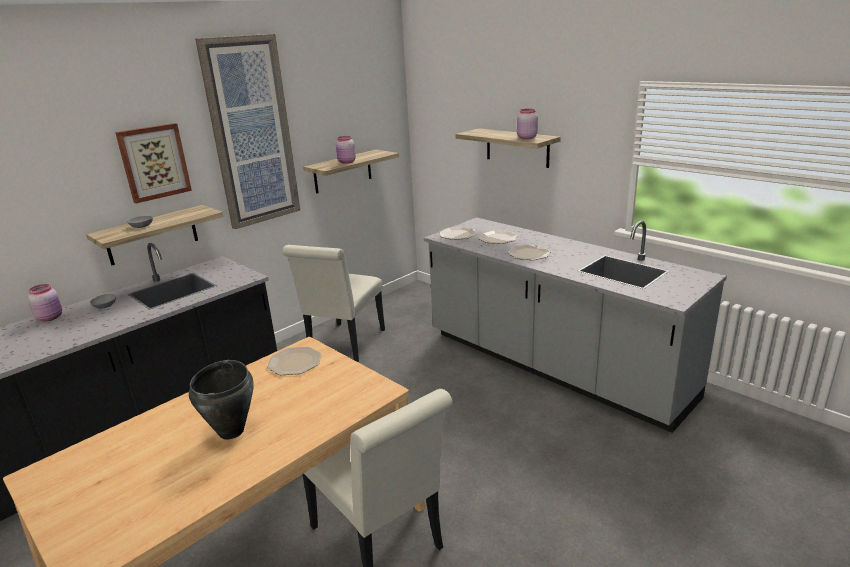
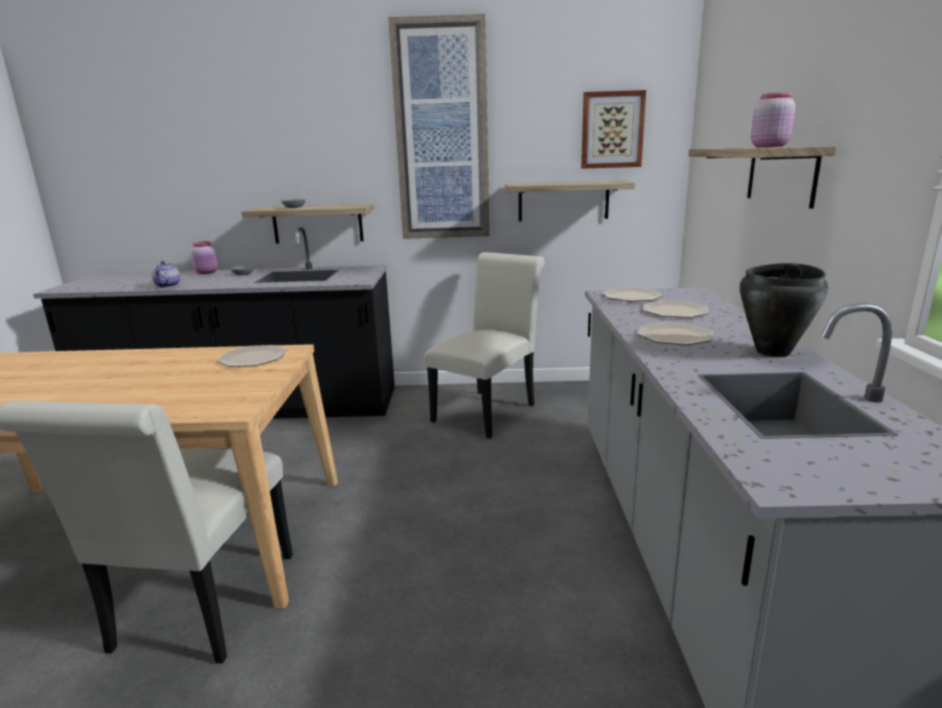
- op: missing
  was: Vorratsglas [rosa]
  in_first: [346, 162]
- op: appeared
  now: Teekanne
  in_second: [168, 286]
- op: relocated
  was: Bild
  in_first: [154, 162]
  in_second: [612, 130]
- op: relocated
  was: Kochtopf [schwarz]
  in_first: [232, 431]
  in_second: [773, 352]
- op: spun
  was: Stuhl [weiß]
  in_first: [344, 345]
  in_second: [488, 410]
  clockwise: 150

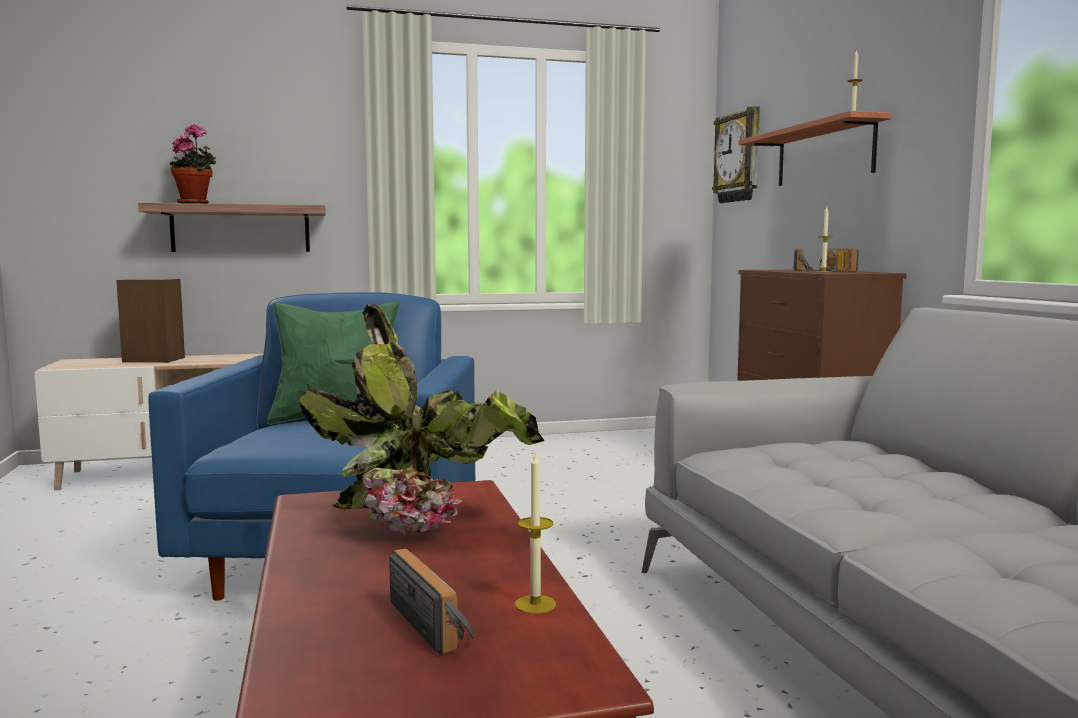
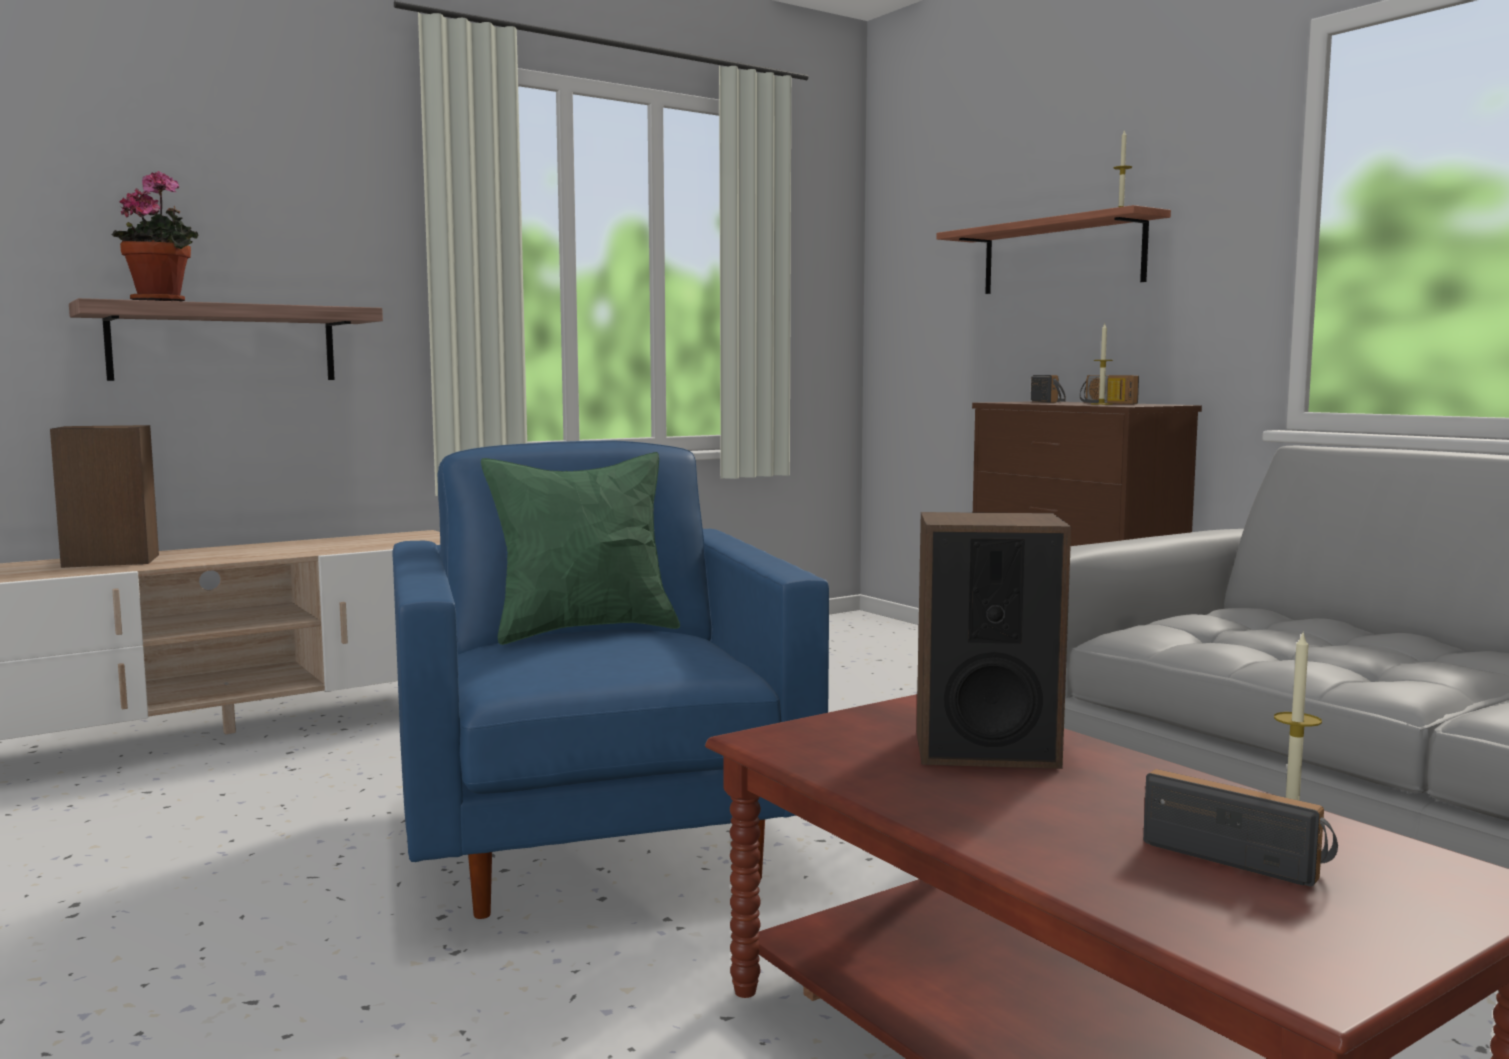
- op: missing
  was: Wanduhr
  in_first: [739, 157]
- op: exchanged
  was: Topfpflanze
  now: Lautsprecher
  in_first: [429, 524]
  in_second: [985, 749]

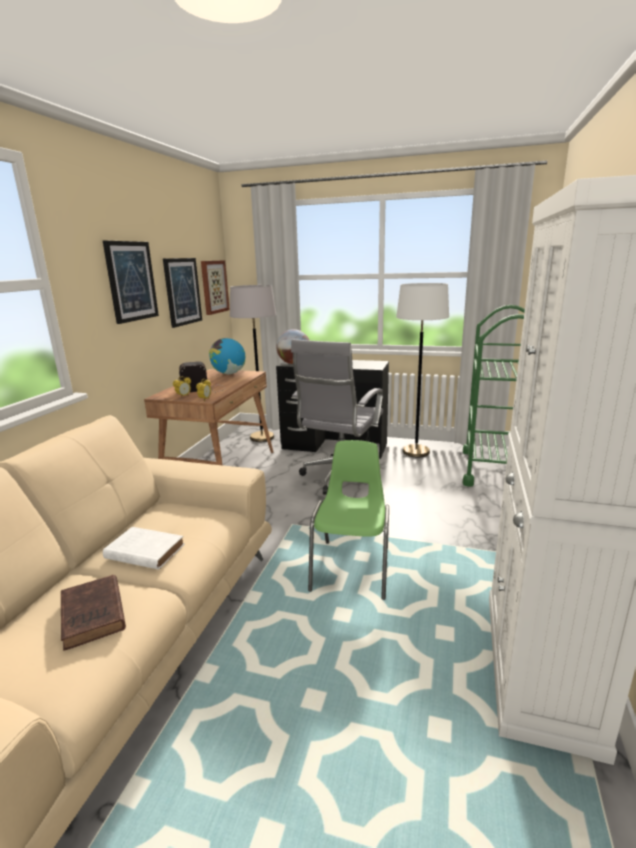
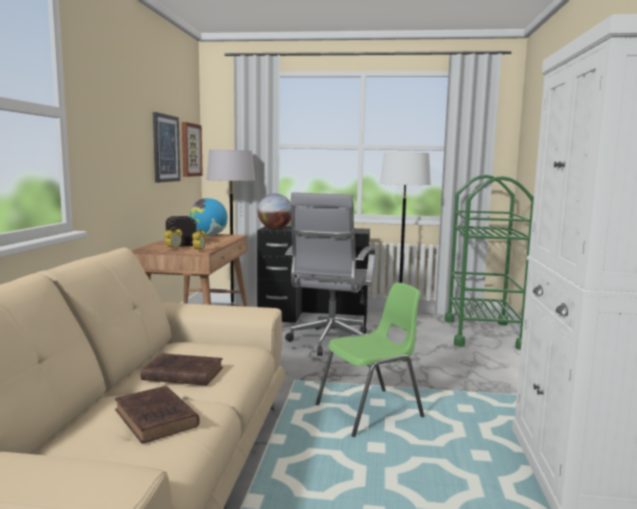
- op: missing
  was: Bild
  in_first: [131, 281]
- op: colour
  was: Buch [weiß]
  now: Buch [braun]
  in_first: [143, 551]
  in_second: [181, 374]
- op: spun
  was: Stuhl [grün]
  in_first: [352, 568]
  in_second: [371, 412]
  clockwise: 60

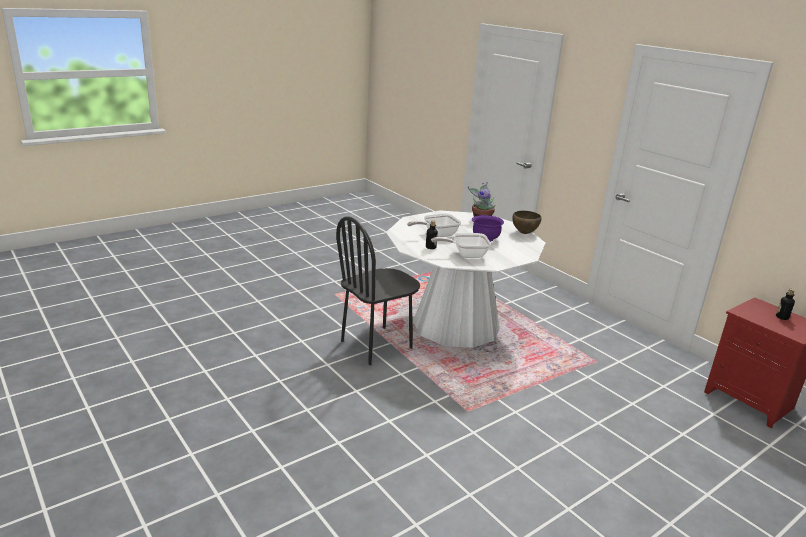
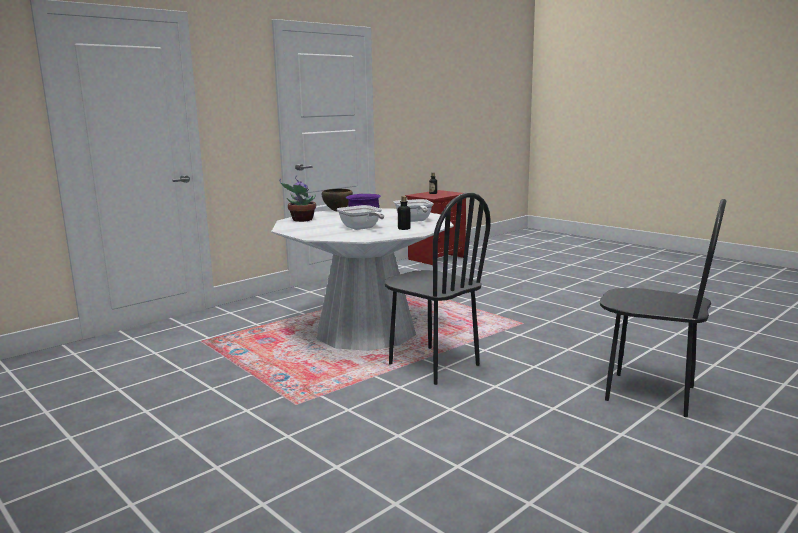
- op: appeared
  now: Stuhl [schwarz]
  in_second: [650, 394]

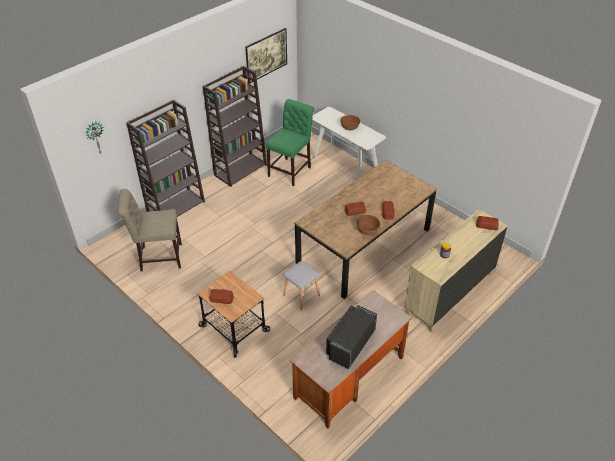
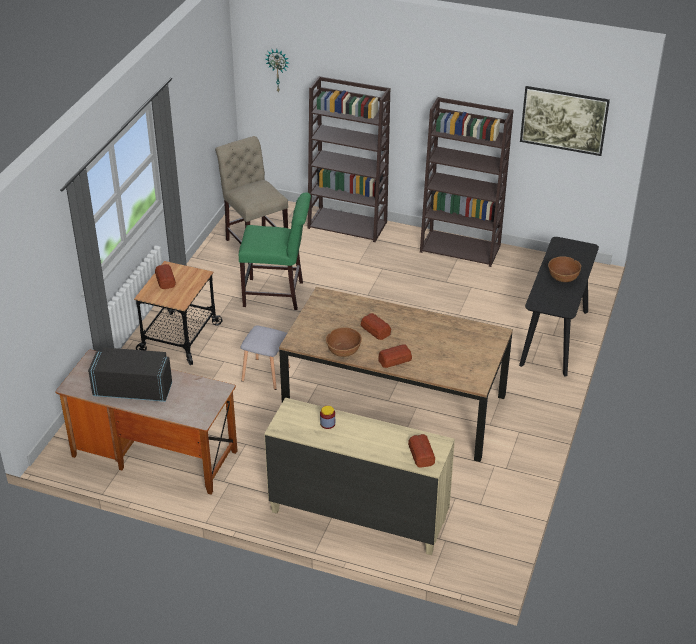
- op: relocated
  was: Stuhl [grün]
  in_first: [291, 170]
  in_second: [277, 294]
- op: colour
  was: Konsolentisch [weiß]
  now: Konsolentisch [schwarz]
  in_first: [345, 165]
  in_second: [555, 338]

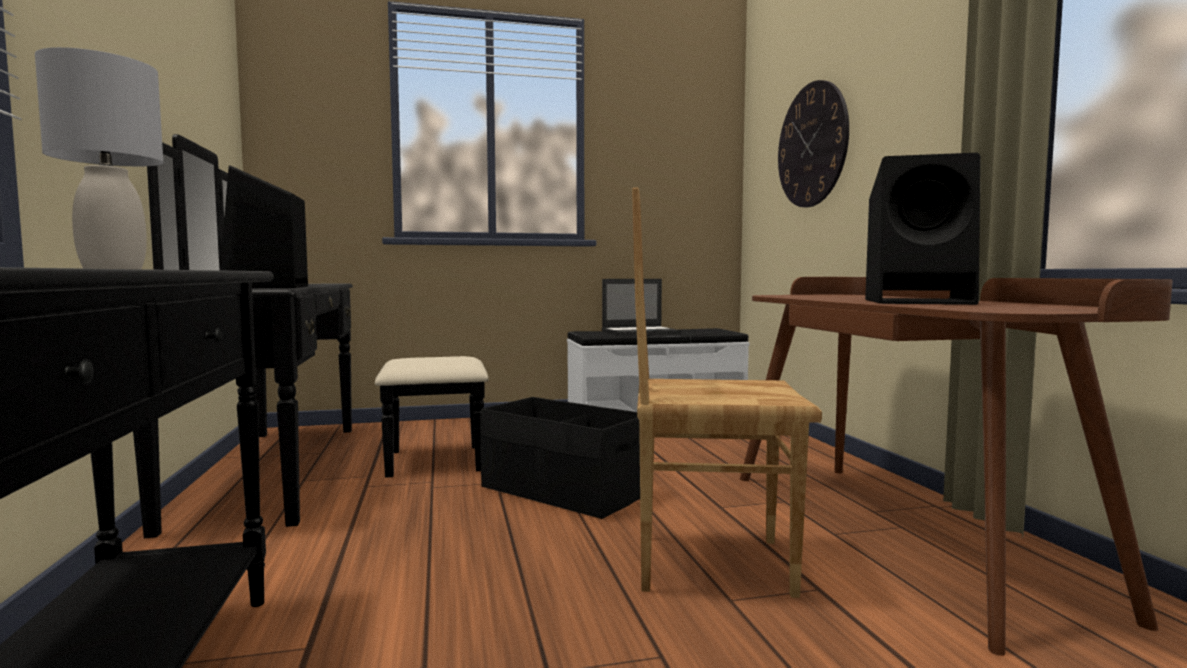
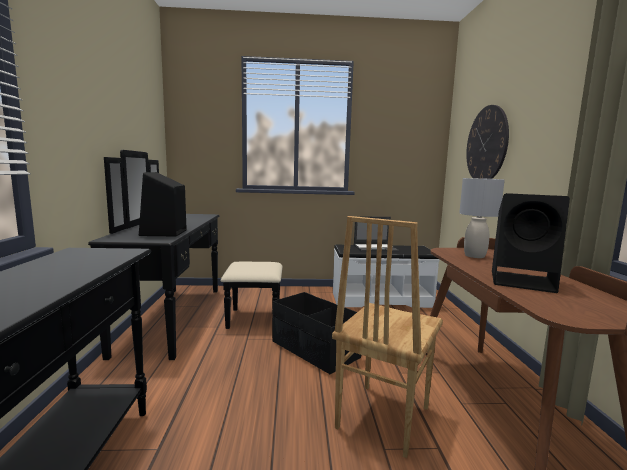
- op: relocated
  was: Tischlampe [grau]
  in_first: [113, 270]
  in_second: [474, 256]
- op: spun
  was: Stuhl [braun]
  in_first: [710, 562]
  in_second: [381, 417]
  clockwise: -75

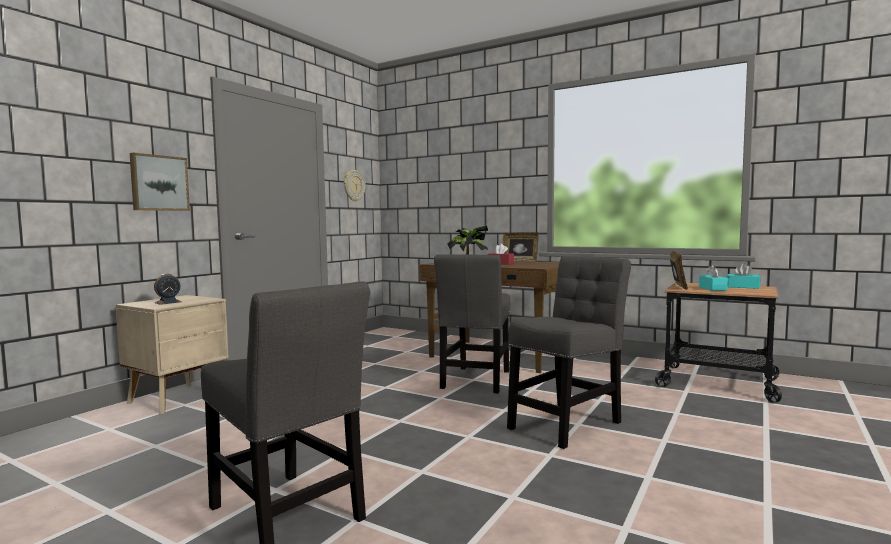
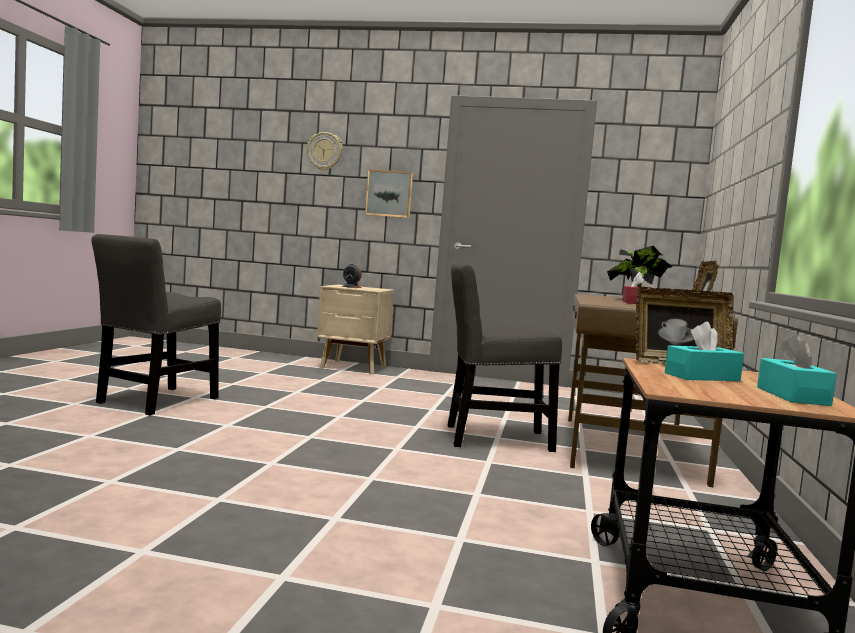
- op: missing
  was: Stuhl [grau]
  in_first: [567, 423]
- op: relocated
  was: Wanduhr
  in_first: [353, 186]
  in_second: [324, 151]

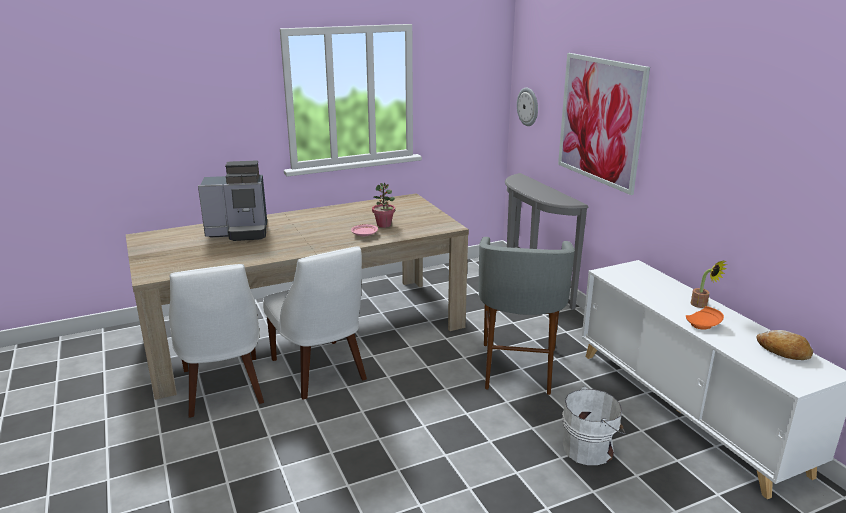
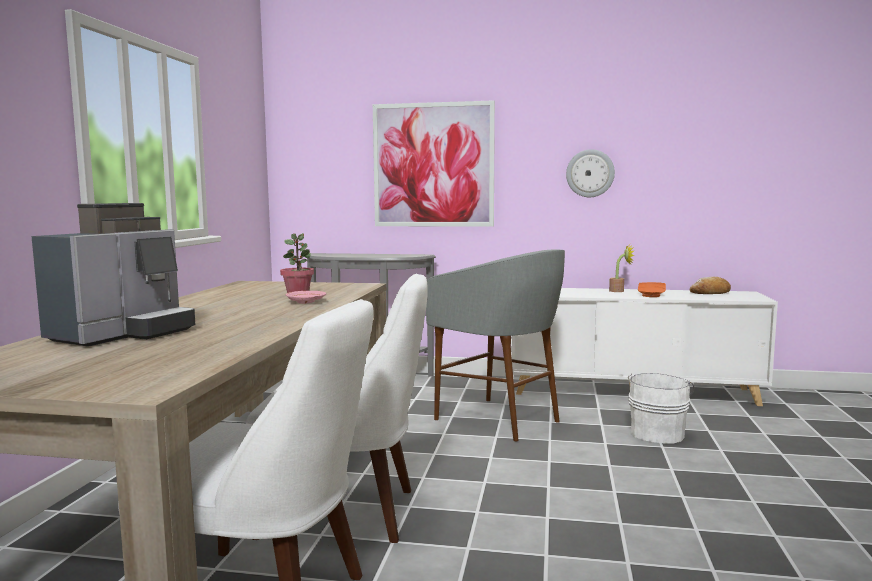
- op: relocated
  was: Wanduhr
  in_first: [528, 106]
  in_second: [590, 173]

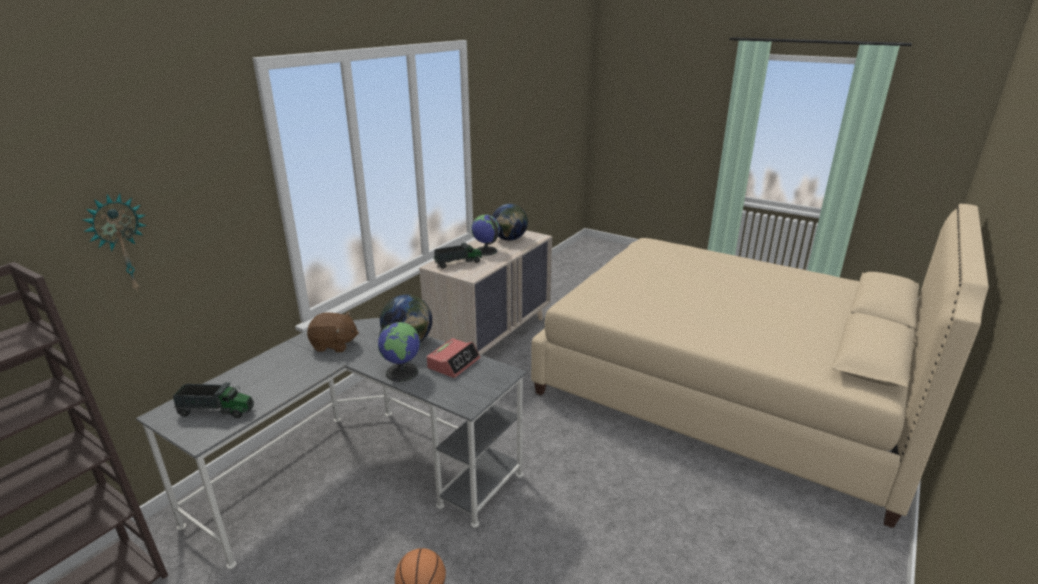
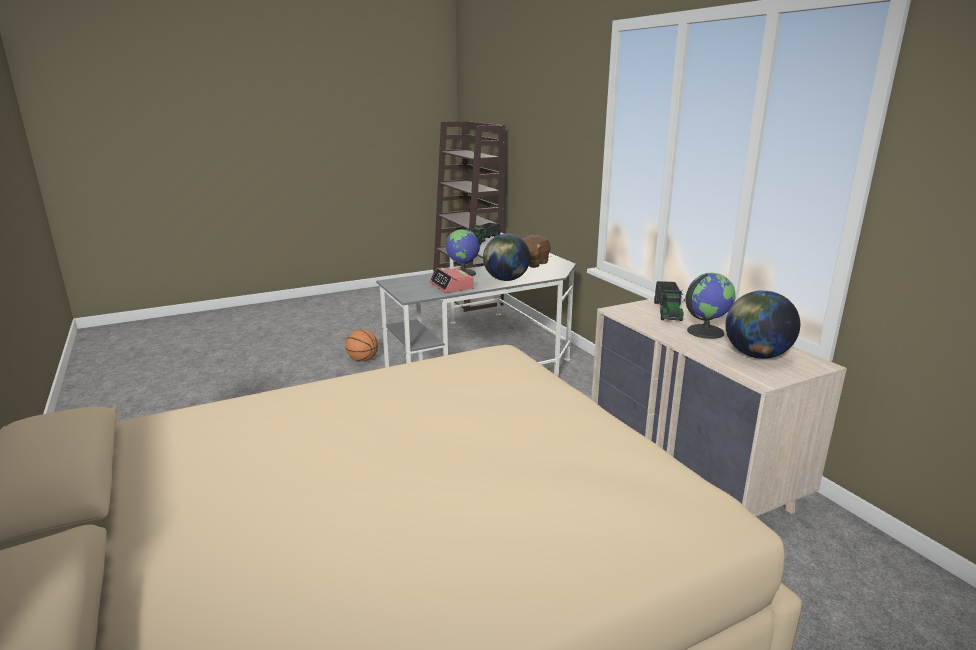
- op: missing
  was: Wanduhr
  in_first: [120, 244]

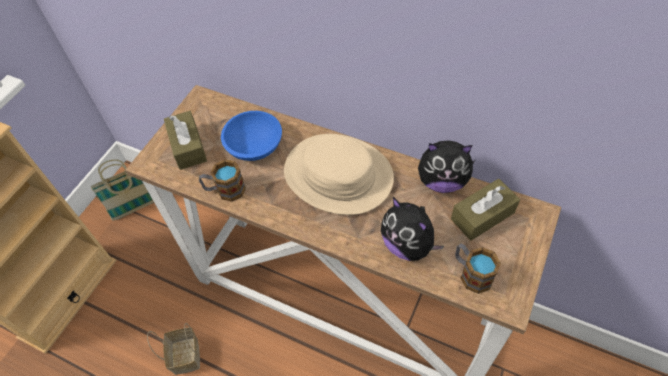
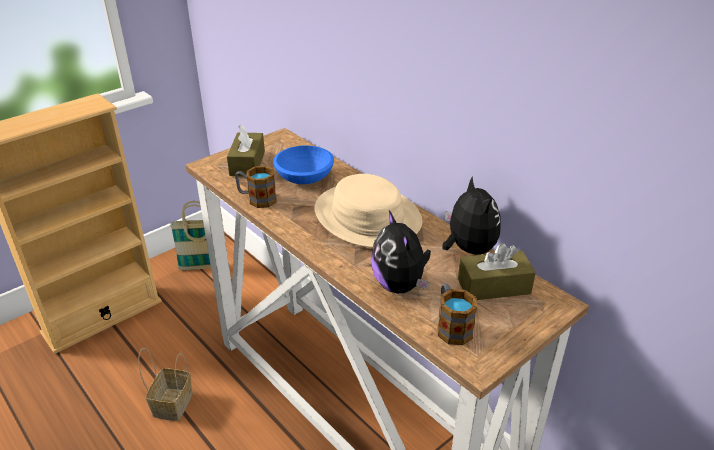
- op: spun
  was: Plüschtier
  in_first: [442, 181]
  in_second: [468, 249]
  clockwise: -135

